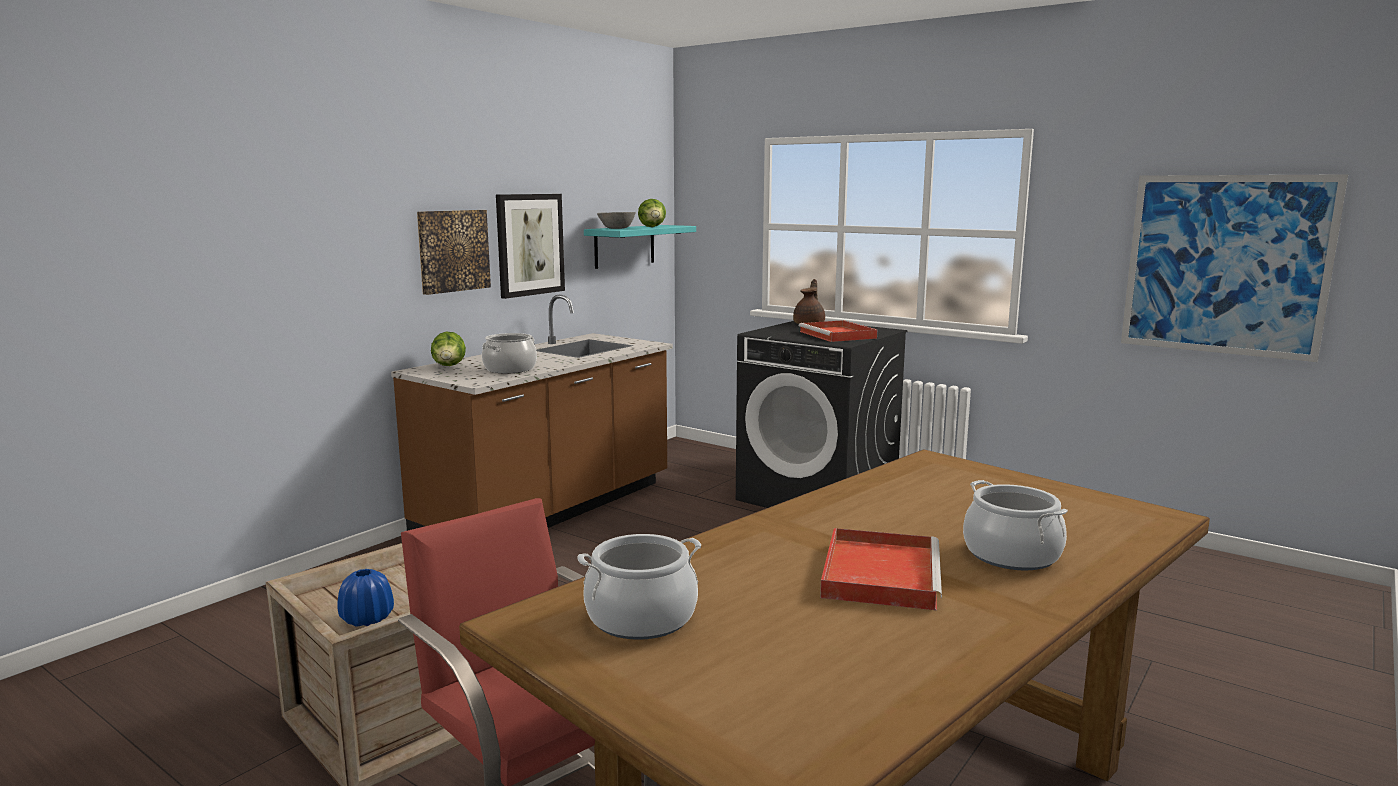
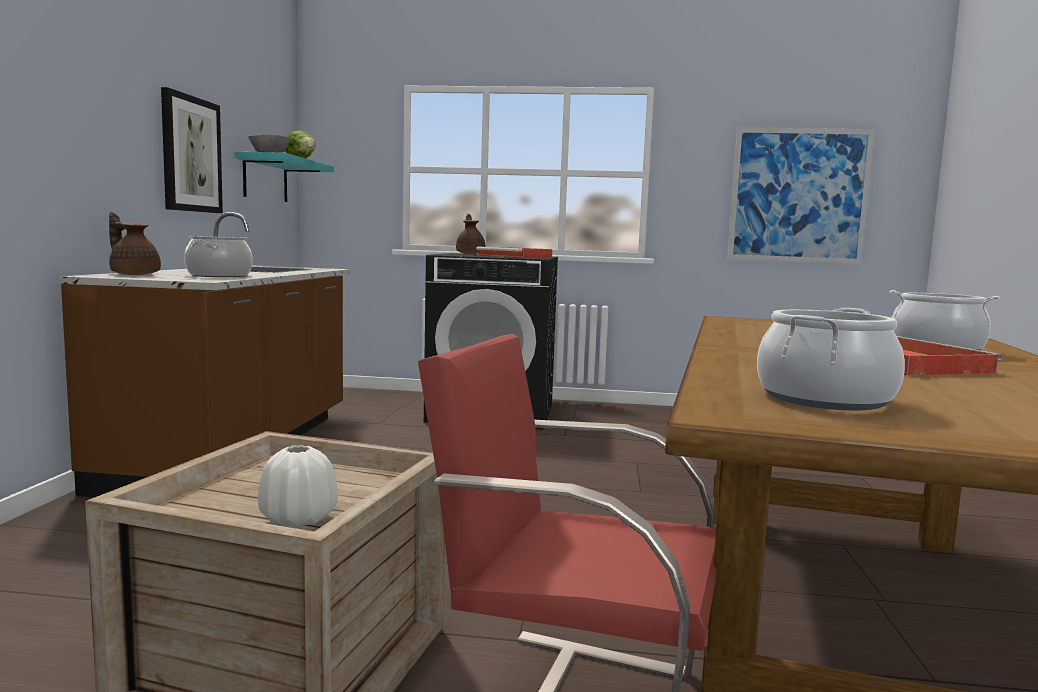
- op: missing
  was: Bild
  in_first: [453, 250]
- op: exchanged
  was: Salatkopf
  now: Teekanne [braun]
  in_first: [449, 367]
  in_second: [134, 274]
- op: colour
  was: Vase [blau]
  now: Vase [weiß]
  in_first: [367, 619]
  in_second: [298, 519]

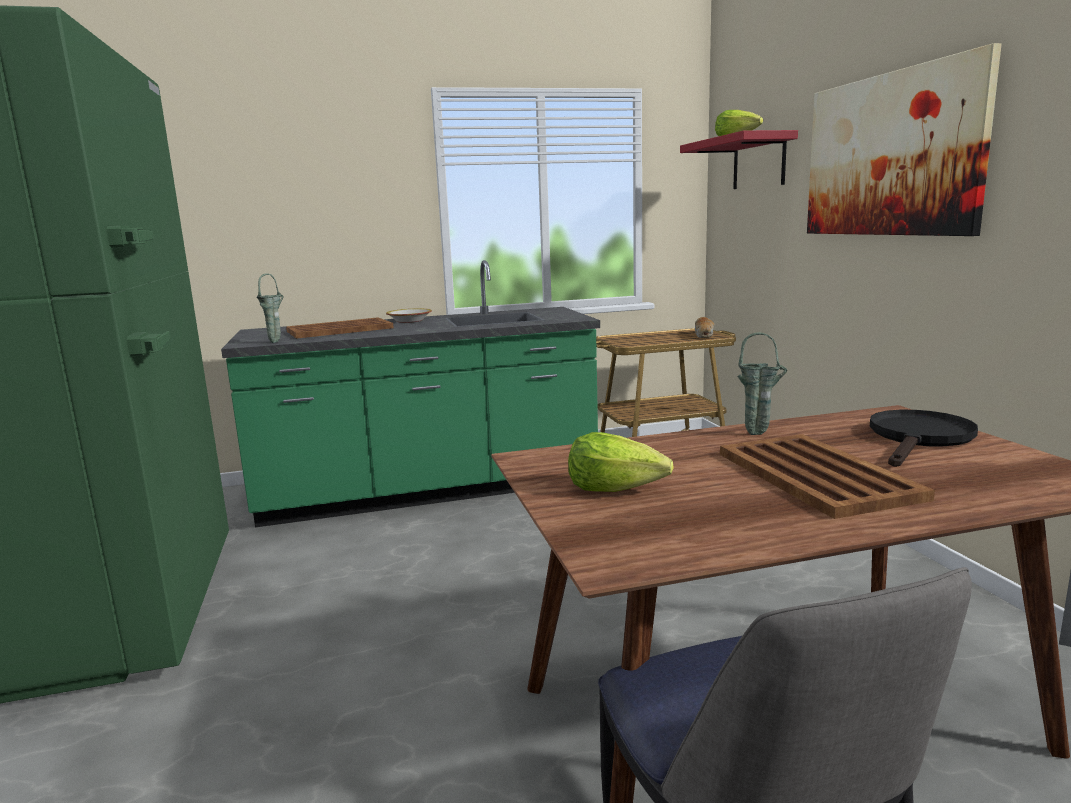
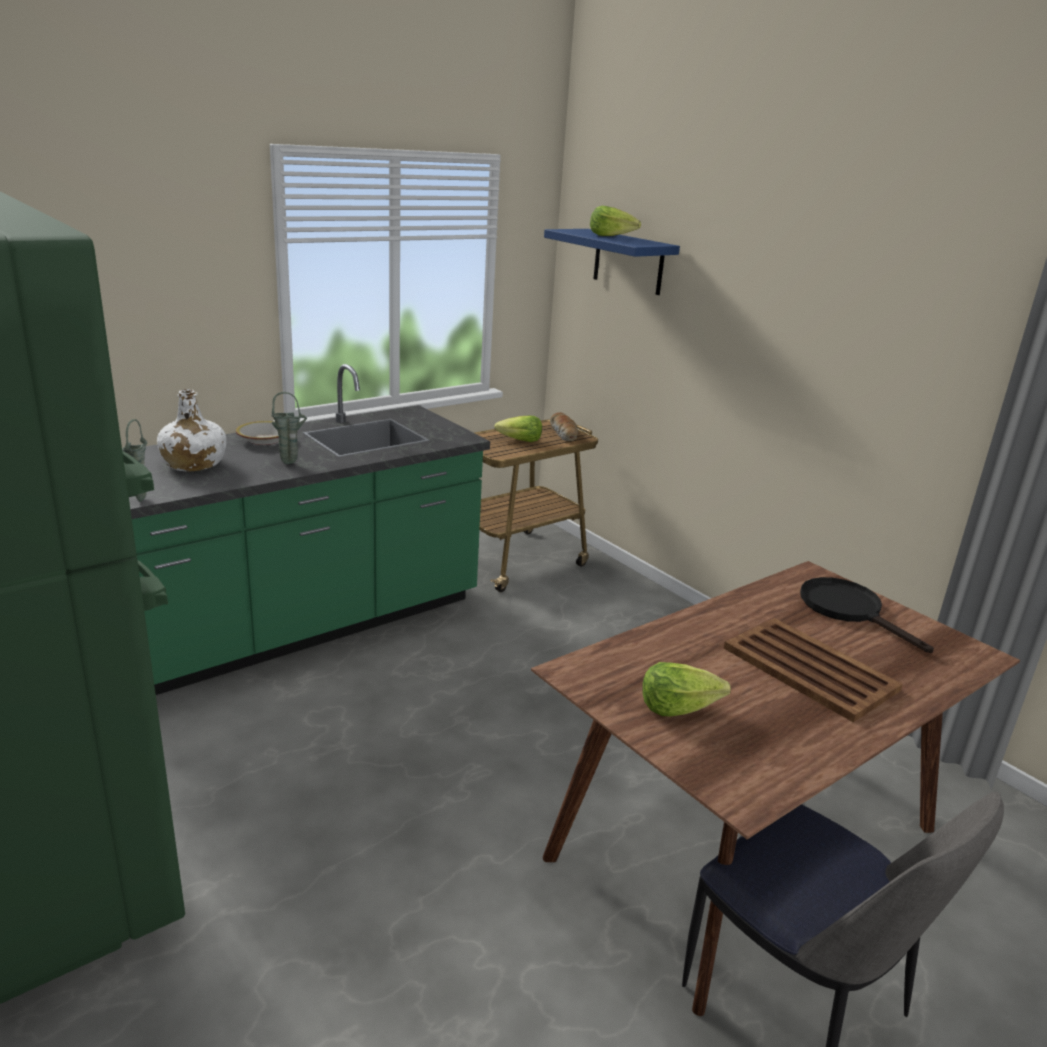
- op: missing
  was: Bild
  in_first: [890, 155]
- op: appeared
  now: Salatkopf
  in_second: [520, 441]
- op: relocated
  was: Vase [grün]
  in_first: [759, 435]
  in_second: [291, 463]
- op: exchanged
  was: Tablett [braun]
  now: Flasche [weiß]
  in_first: [338, 330]
  in_second: [193, 464]
- op: colour
  was: Wandregal [rot]
  now: Wandregal [blau]
  in_first: [759, 162]
  in_second: [628, 262]
- op: spun
  was: Pfanne [schwarz]
  in_first: [919, 438]
  in_second: [849, 610]
  clockwise: -45

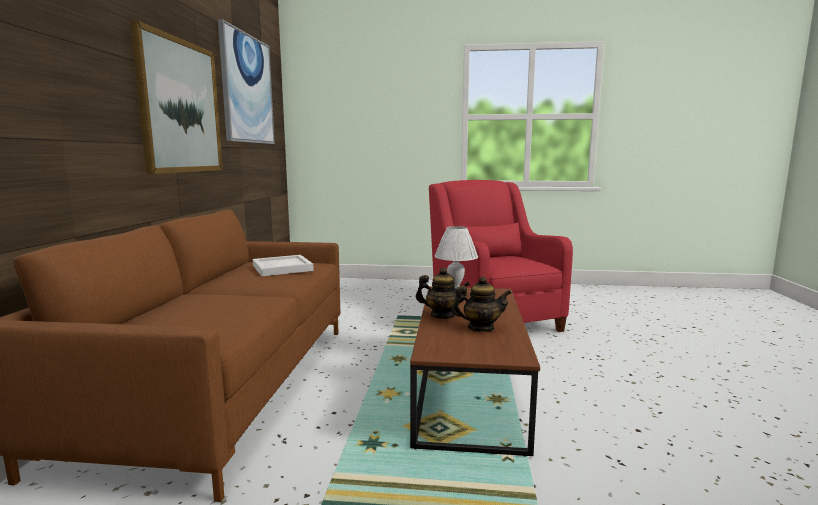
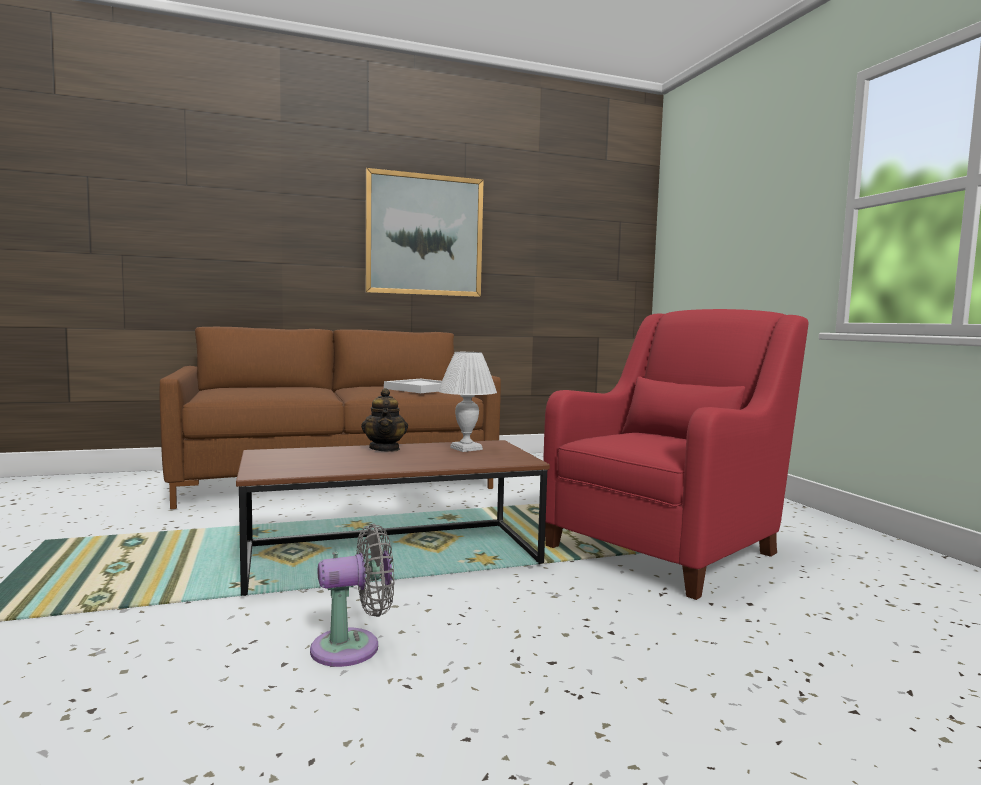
- op: missing
  was: Bild
  in_first: [247, 89]
- op: missing
  was: Teekanne
  in_first: [480, 328]
- op: appeared
  now: Ventilator [grau]
  in_second: [353, 647]

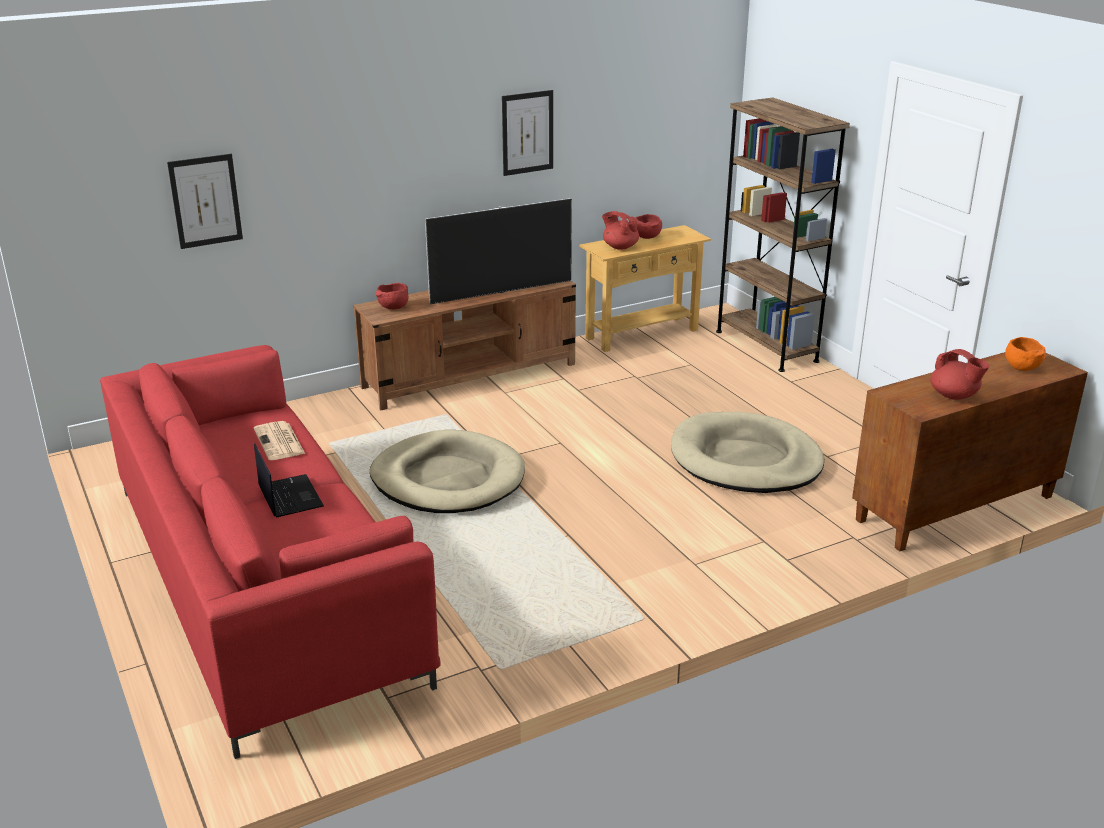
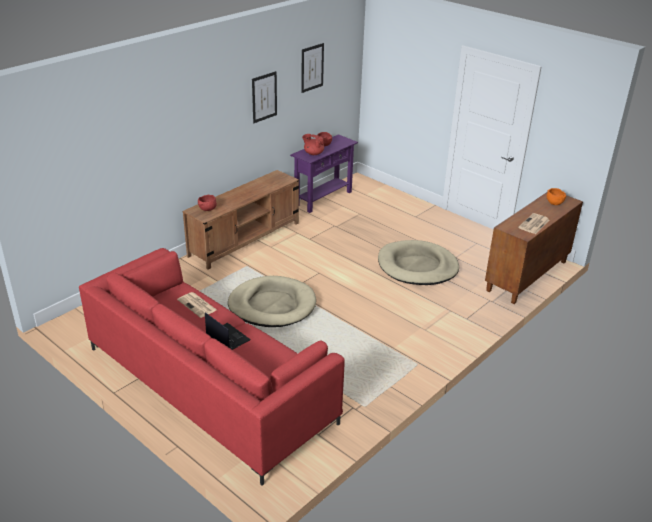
- op: missing
  was: Fernseher
  in_first: [501, 292]
- op: missing
  was: Bücherregal [braun]
  in_first: [766, 346]
- op: relocated
  was: Bild
  in_first: [205, 201]
  in_second: [312, 67]
- op: exchanged
  was: Teekanne [rot]
  now: Zeitung
  in_first: [954, 396]
  in_second: [534, 224]
- op: colour
  was: Konsolentisch [beige]
  now: Konsolentisch [lila]
  in_first: [642, 334]
  in_second: [323, 198]

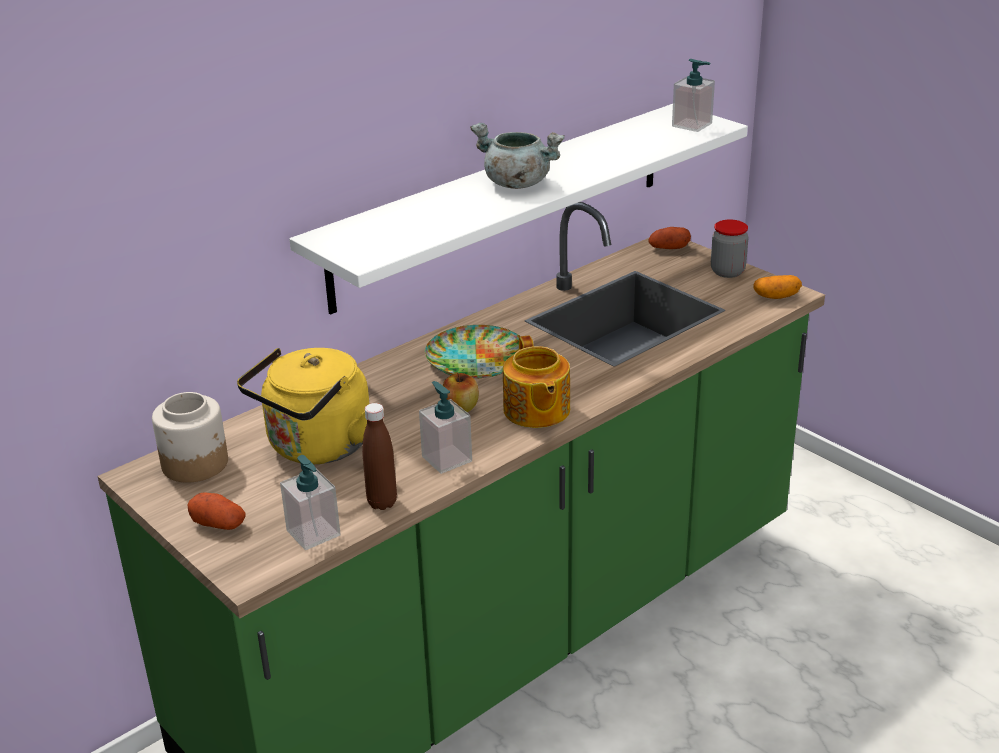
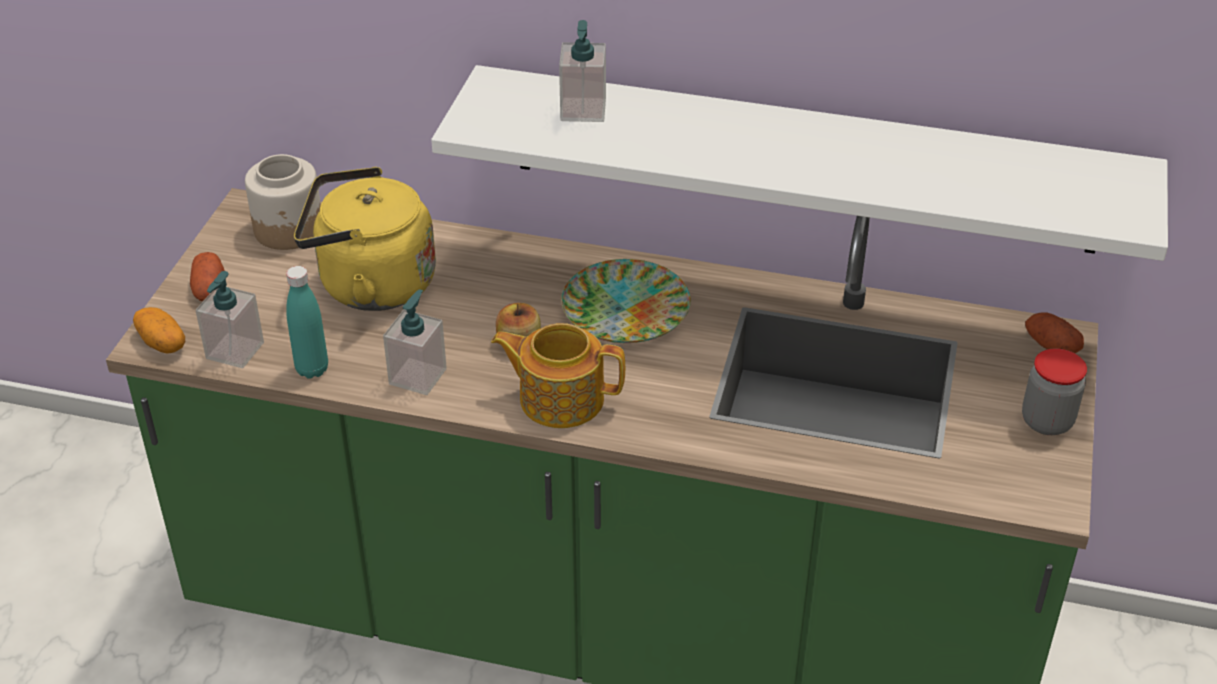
- op: missing
  was: Kochtopf [grau]
  in_first: [516, 183]
- op: relocated
  was: Seifenspender
  in_first: [692, 125]
  in_second: [583, 110]
- op: relocated
  was: Kartoffel
  in_first: [776, 297]
  in_second: [162, 343]
- op: colour
  was: Flasche [braun]
  now: Flasche [türkis]
  in_first: [382, 502]
  in_second: [312, 369]
- op: spun
  was: Teekanne
  in_first: [536, 411]
  in_second: [560, 398]
  clockwise: 60

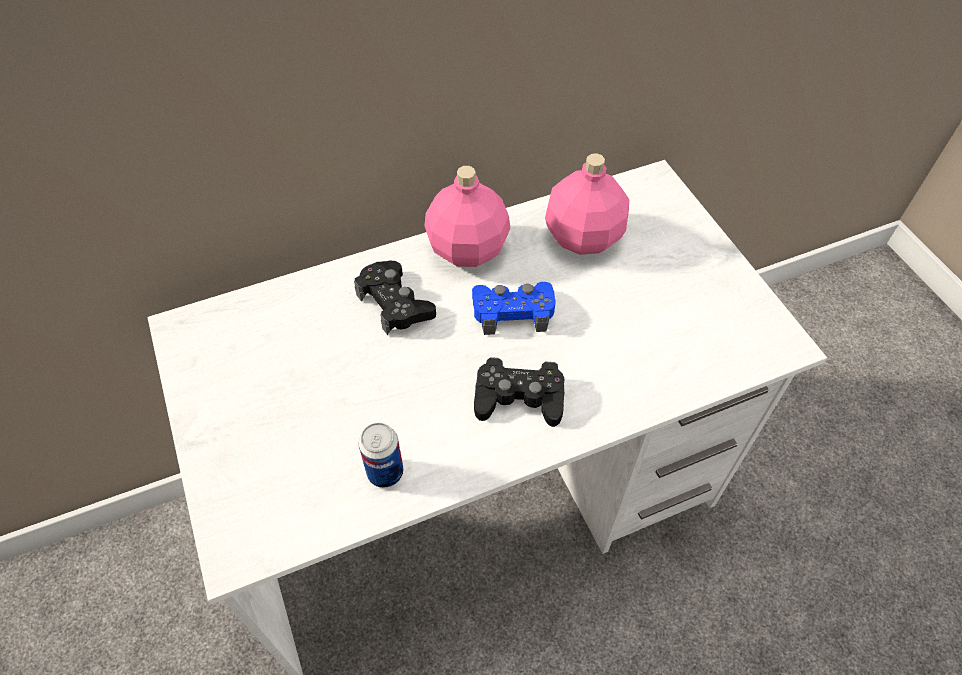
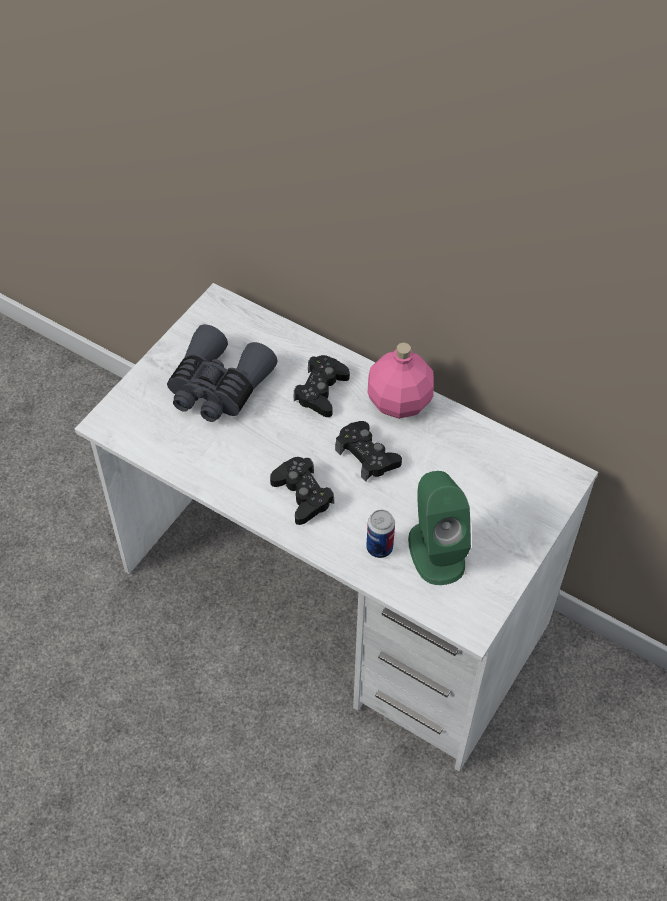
- op: missing
  was: Flasche [rosa]
  in_first: [583, 237]
- op: appeared
  now: Fernglas [grau]
  in_second: [217, 387]
- op: appeared
  now: Lautsprecher [grün]
  in_second: [436, 551]
- op: relocated
  was: Dose
  in_first: [385, 472]
  in_second: [379, 548]
- op: colour
  was: Gamepad [blau]
  now: Gamepad [schwarz]
  in_first: [513, 312]
  in_second: [367, 455]

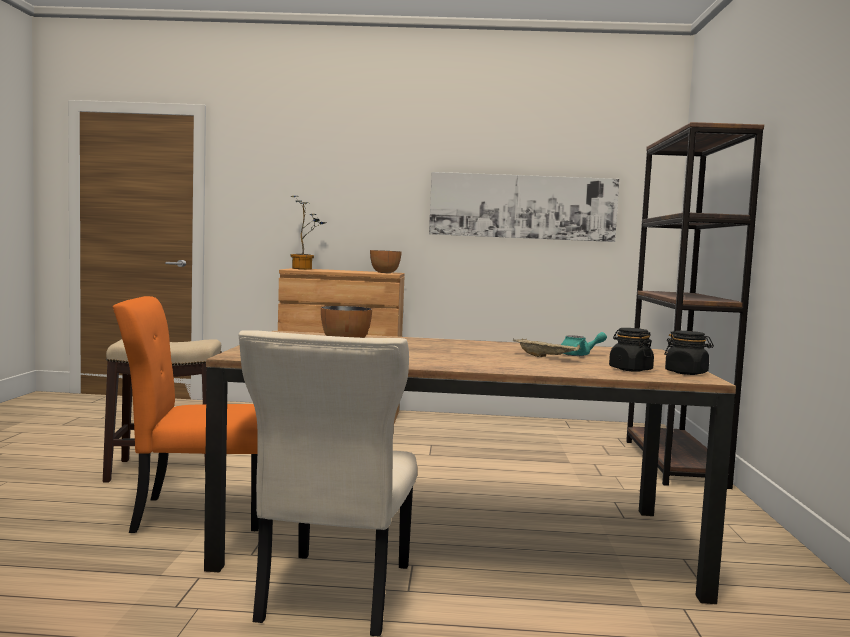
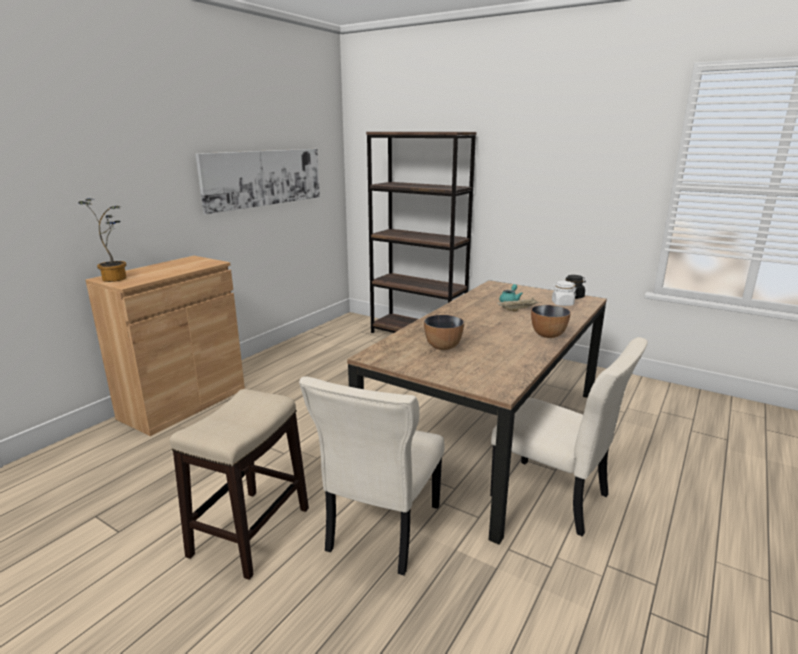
- op: relocated
  was: Schüssel
  in_first: [384, 272]
  in_second: [547, 335]
- op: colour
  was: Stuhl [orange]
  now: Stuhl [beige]
  in_first: [195, 514]
  in_second: [381, 530]
- op: colour
  was: Vorratsglas [schwarz]
  now: Vorratsglas [weiß]
  in_first: [630, 369]
  in_second: [562, 304]

